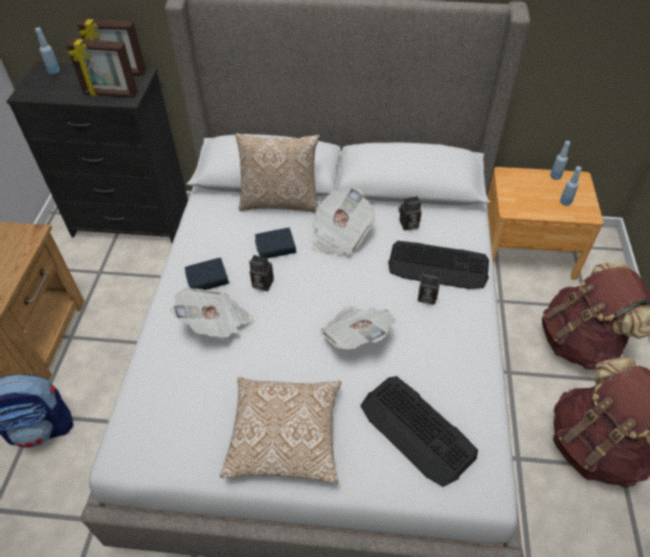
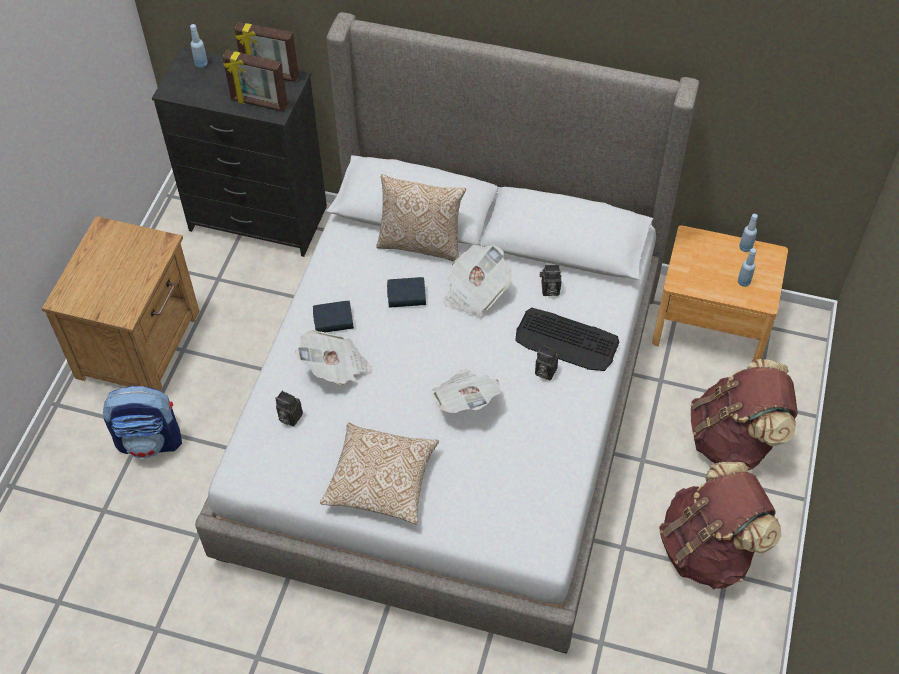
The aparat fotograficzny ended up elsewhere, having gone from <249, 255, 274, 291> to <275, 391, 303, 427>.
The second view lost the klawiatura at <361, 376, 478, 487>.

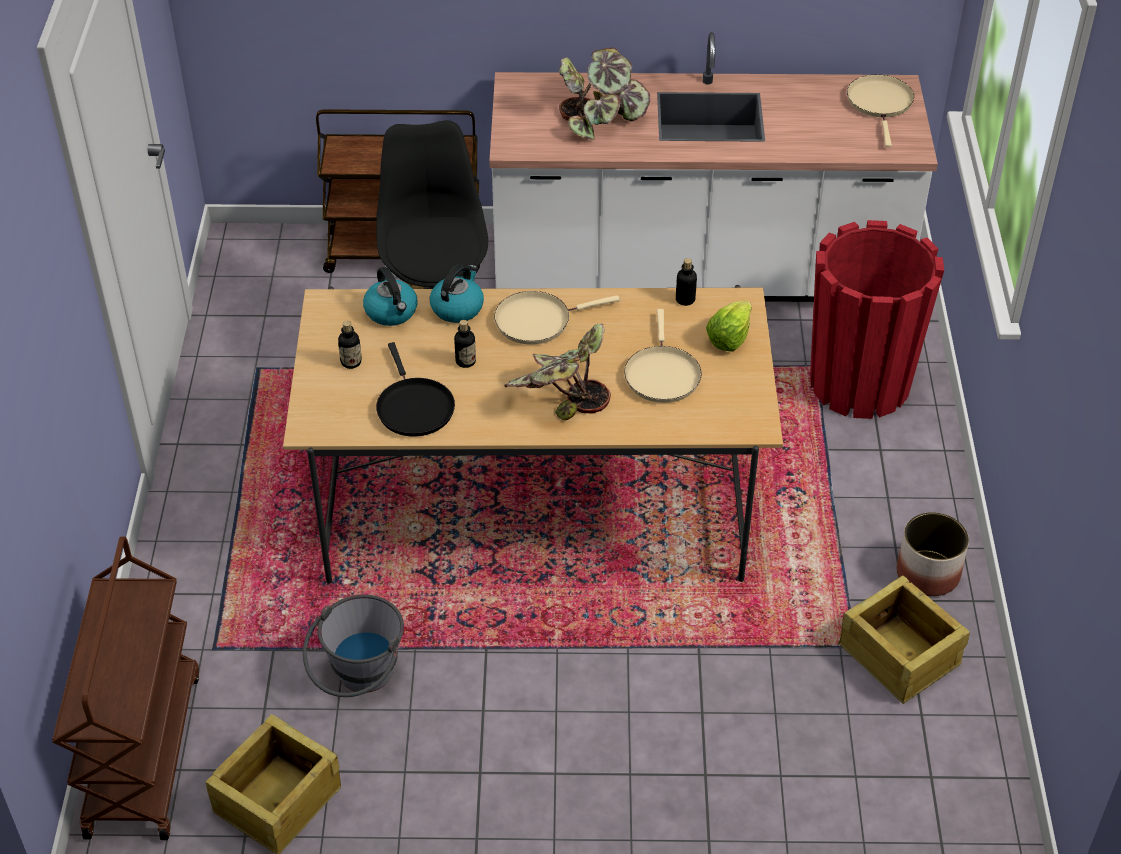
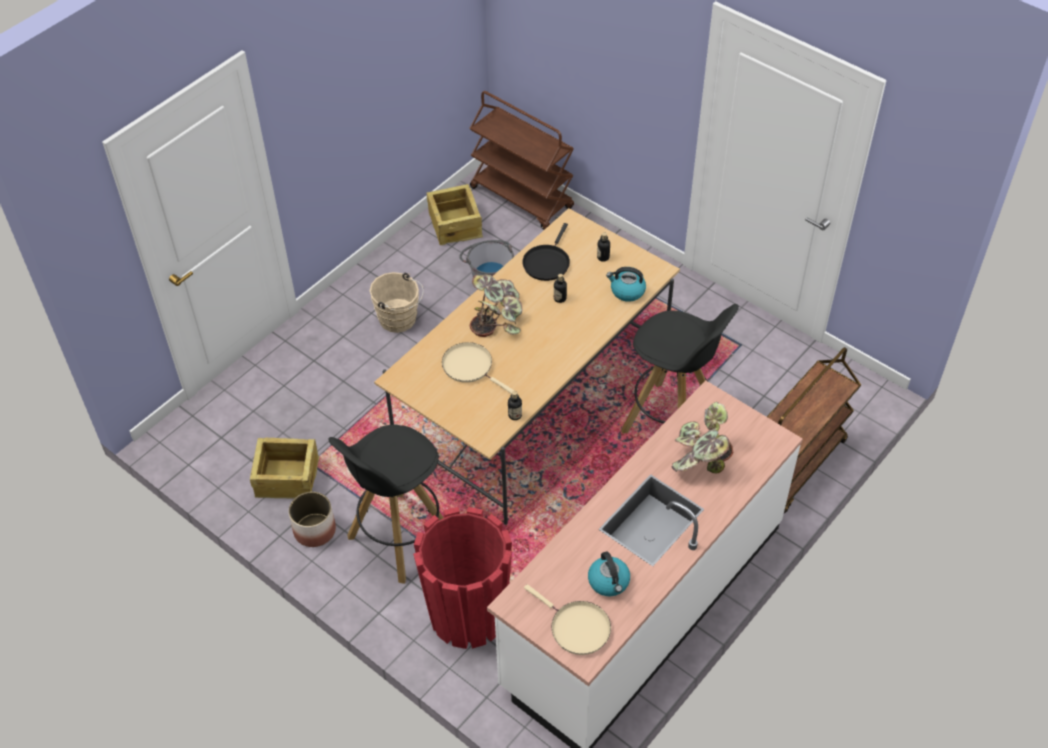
The second view gained the stołek (czarny) at <328, 424, 444, 584>.
The second view gained the wiadro (beżowy) at <370, 272, 424, 333>.
The patelnia (czarny) at <376, 342, 455, 437> ended up facing another way, 90 degrees counterclockwise from before.
The czajnik ended up elsewhere, having gone from <430, 264, 484, 323> to <588, 551, 630, 596>.
The second view lost the patelnia (beżowy) at <494, 291, 620, 345>.
The second view lost the sałata at <706, 300, 752, 352>.

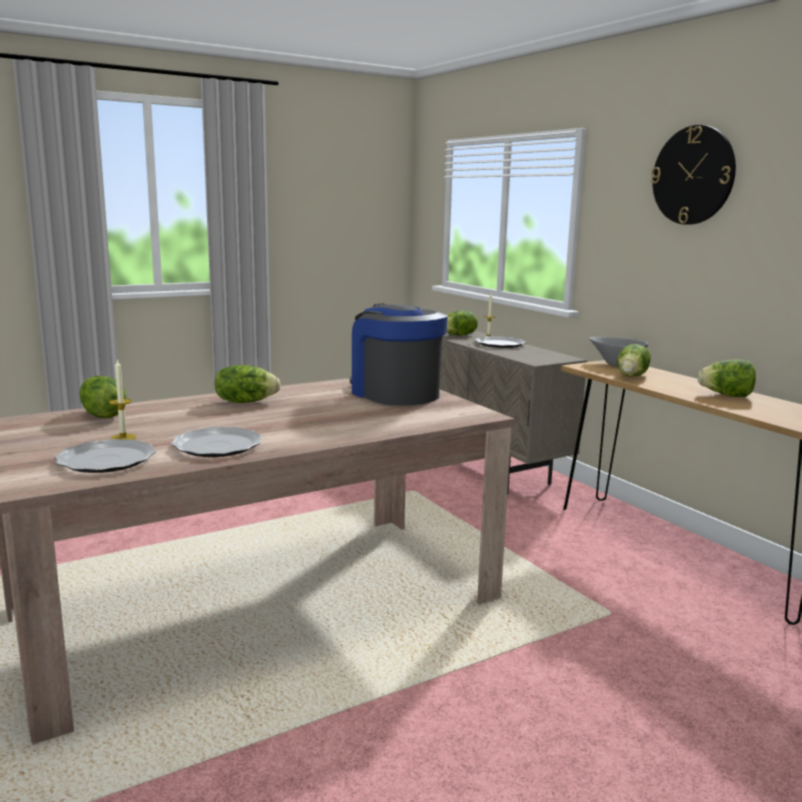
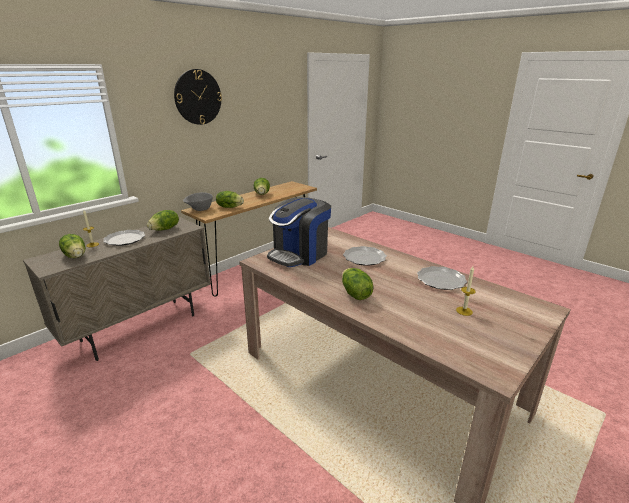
The sałata ended up elsewhere, having gone from <80, 376, 126, 418> to <147, 210, 179, 231>.
The talerz ended up elsewhere, having gone from <55, 439, 156, 473> to <343, 246, 387, 266>.

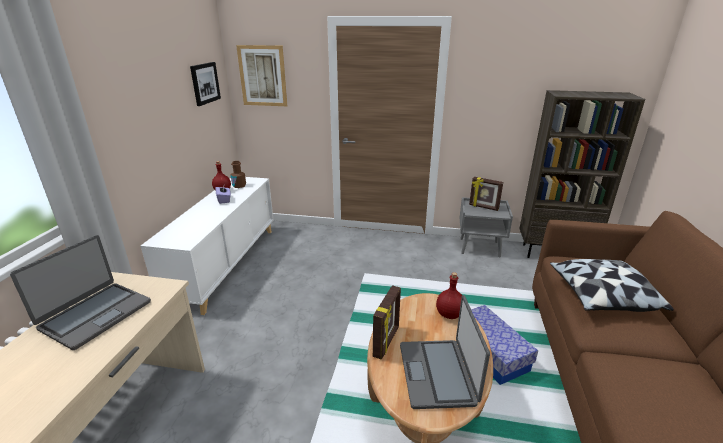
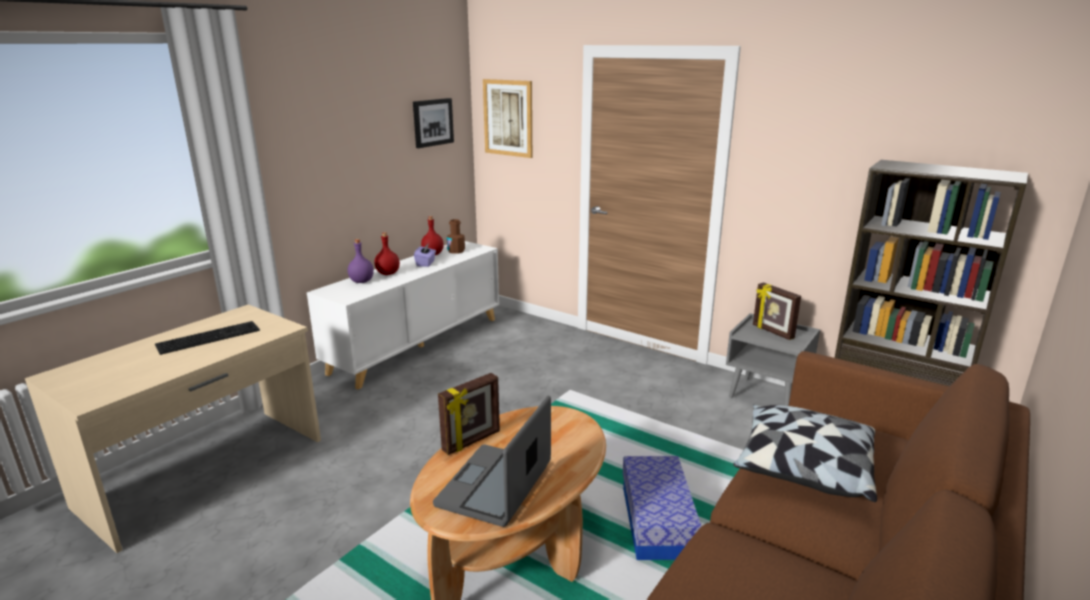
Where the laptop stood at <10, 235, 151, 350>, the klawiatura came to stand at <155, 321, 260, 355>.
The second view gained the butelka (fioletowy) at <348, 239, 374, 283>.
The butelka (czerwony) ended up elsewhere, having gone from <436, 272, 462, 319> to <374, 232, 400, 275>.

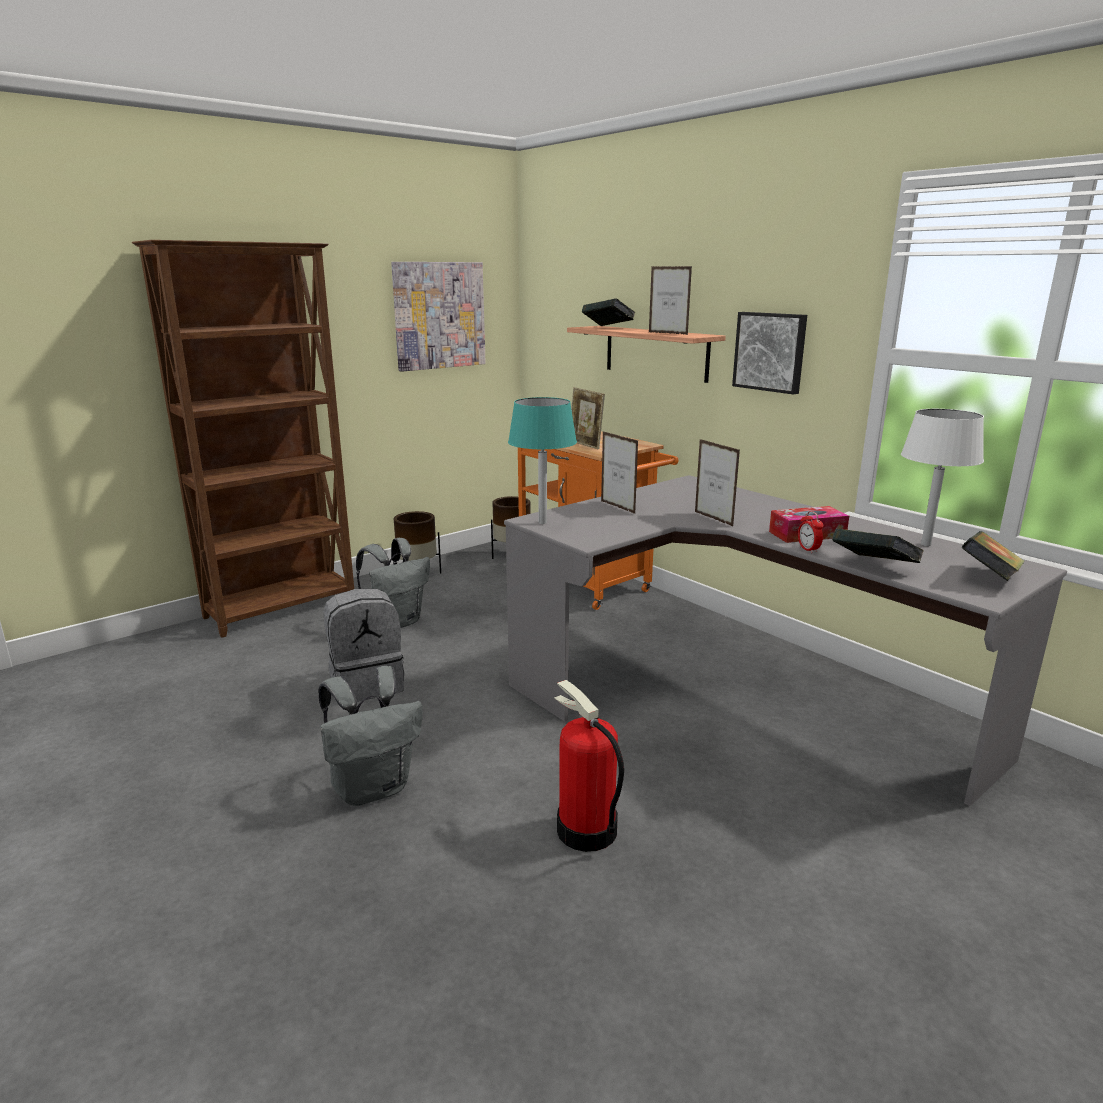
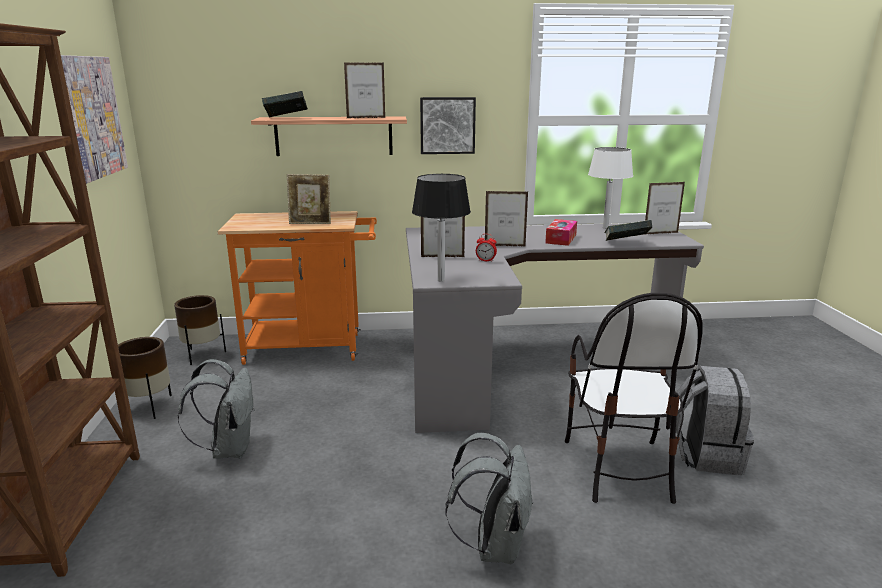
What was the lampa stołowa (turkusowy) at <508, 397, 577, 524> turned into the lampa stołowa (czarny) at <412, 174, 471, 282>.
The budzik ended up elsewhere, having gone from <798, 511, 823, 553> to <476, 234, 497, 262>.
Where the gaśnica stood at <554, 680, 624, 852>, the krzesło came to stand at <565, 293, 703, 504>.
Where the książka stood at <962, 531, 1025, 581>, the ramka na zdjęcie came to stand at <644, 182, 685, 235>.
The plecak (szary) ended up elsewhere, having gone from <324, 589, 404, 702> to <676, 366, 754, 475>.

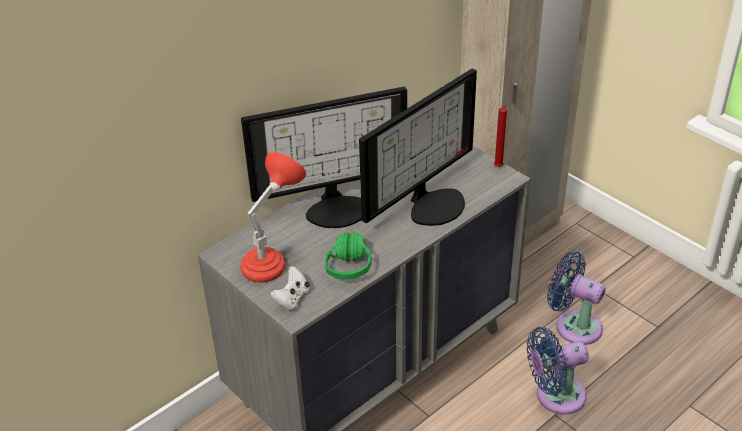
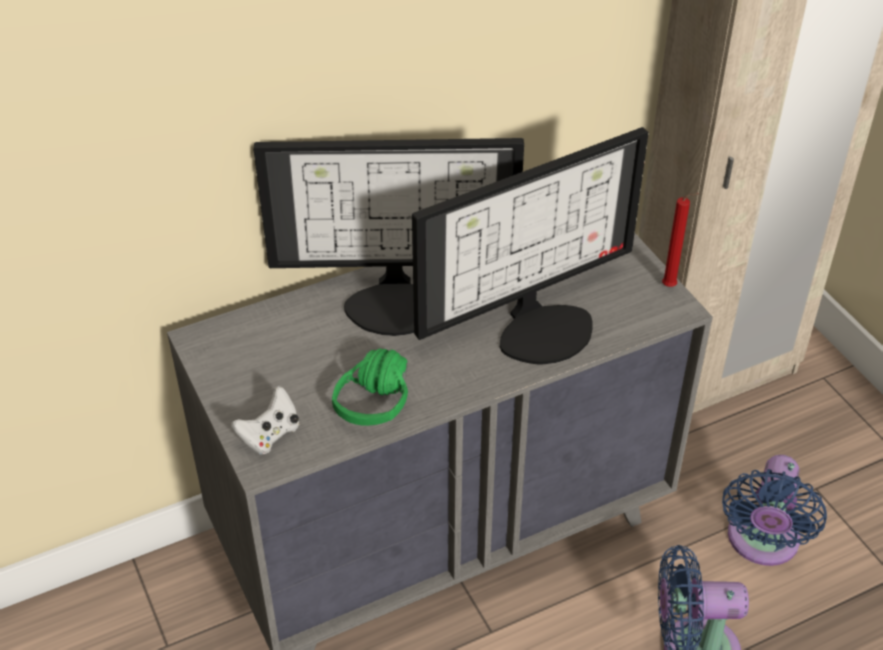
The wentylator (niebieski) at <547, 251, 606, 345> ended up facing another way, 120 degrees counterclockwise from before.
The second view lost the lampa stołowa (czerwony) at <240, 152, 306, 283>.

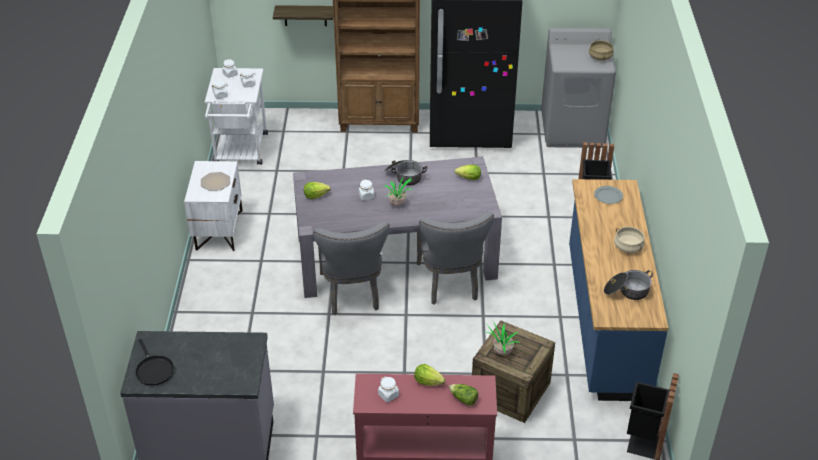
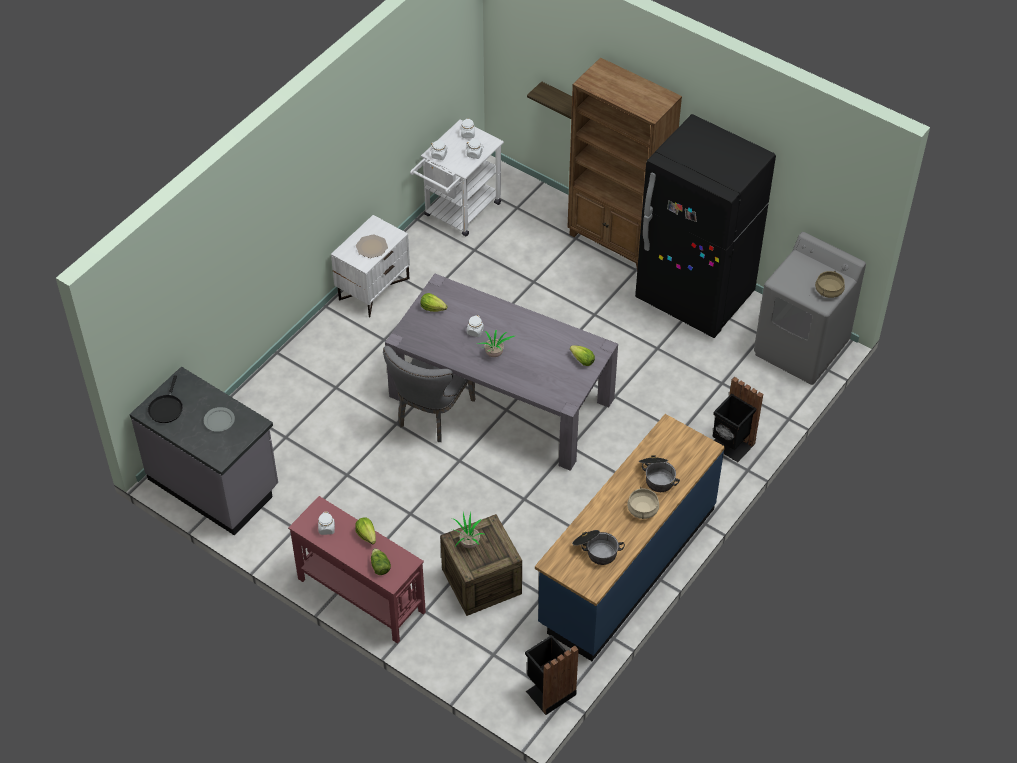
The talerz (szary) ended up elsewhere, having gone from <594, 186, 623, 204> to <204, 407, 235, 432>.
The garnek ended up elsewhere, having gone from <384, 160, 427, 186> to <639, 455, 680, 492>.
The second view lost the krzesło (szary) at <417, 212, 494, 305>.

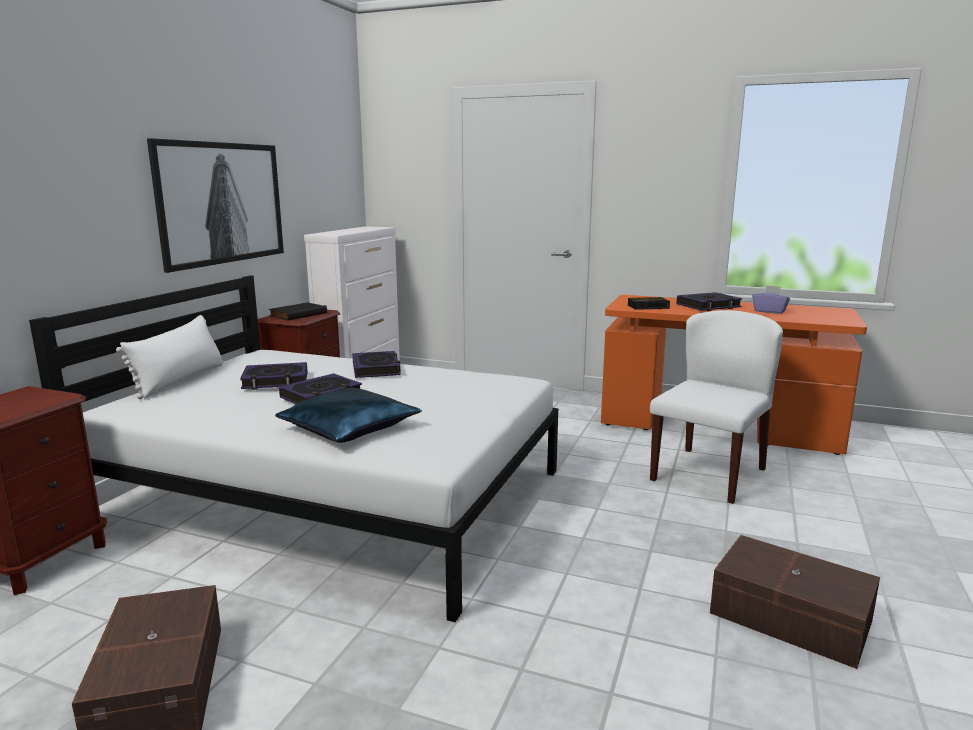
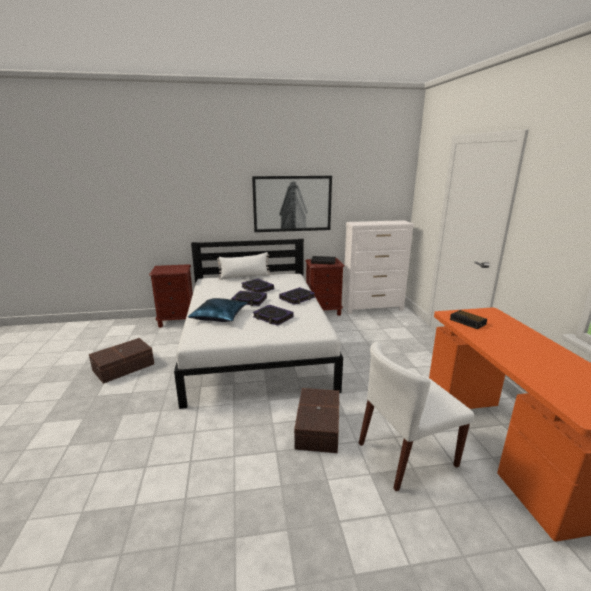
The książka ended up elsewhere, having gone from <677, 292, 742, 311> to <253, 304, 294, 326>.
The pojemnik do przechowywania (brązowy) ended up elsewhere, having gone from <710, 535, 880, 669> to <294, 388, 339, 453>.
The krzesło (biały) at <650, 310, 783, 504> ended up facing another way, 150 degrees clockwise from before.
The second view lost the pudełko chusteczek (fioletowy) at <752, 285, 790, 314>.

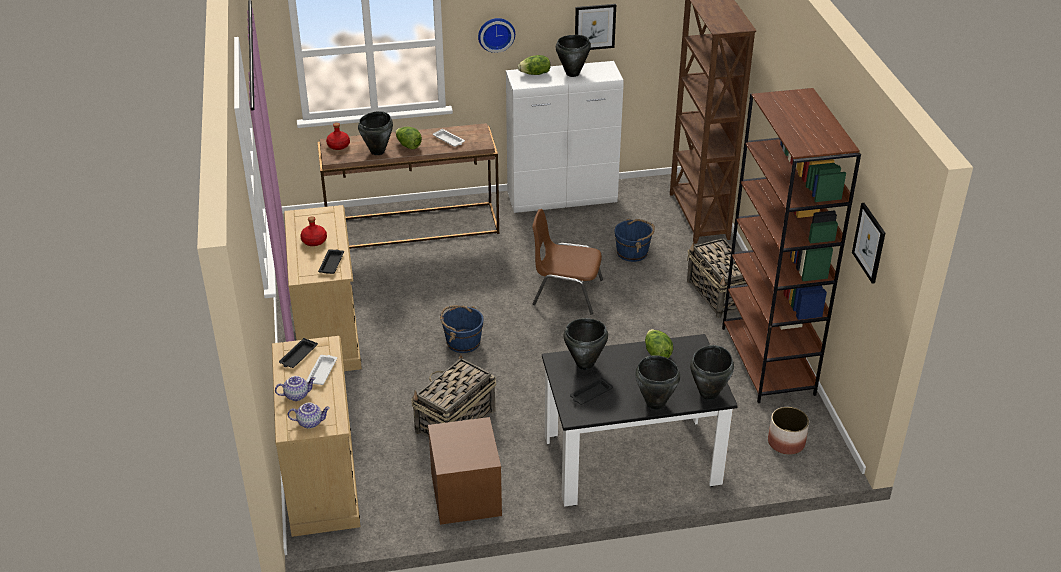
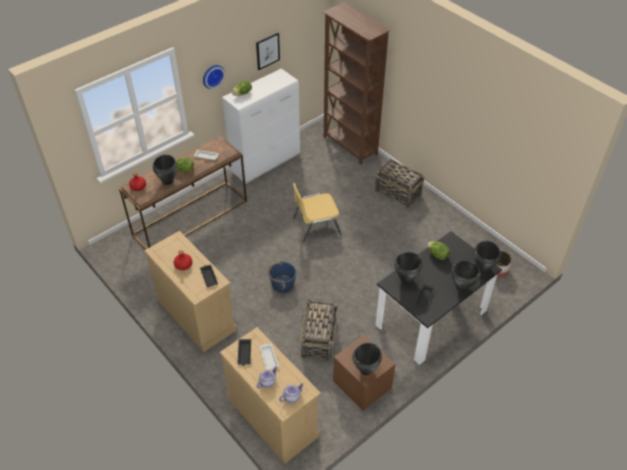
What was the krzesło (brązowy) at <532, 209, 603, 315> turned into the krzesło (żółty) at <293, 183, 341, 242>.
The garnek (czarny) ended up elsewhere, having gone from <556, 35, 591, 77> to <352, 343, 382, 375>.
The second view lost the wiadro (niebieski) at <615, 219, 655, 262>.
The second view lost the regał (brązowy) at <722, 88, 861, 403>.
The second view lost the obraz at <852, 203, 885, 284>.

